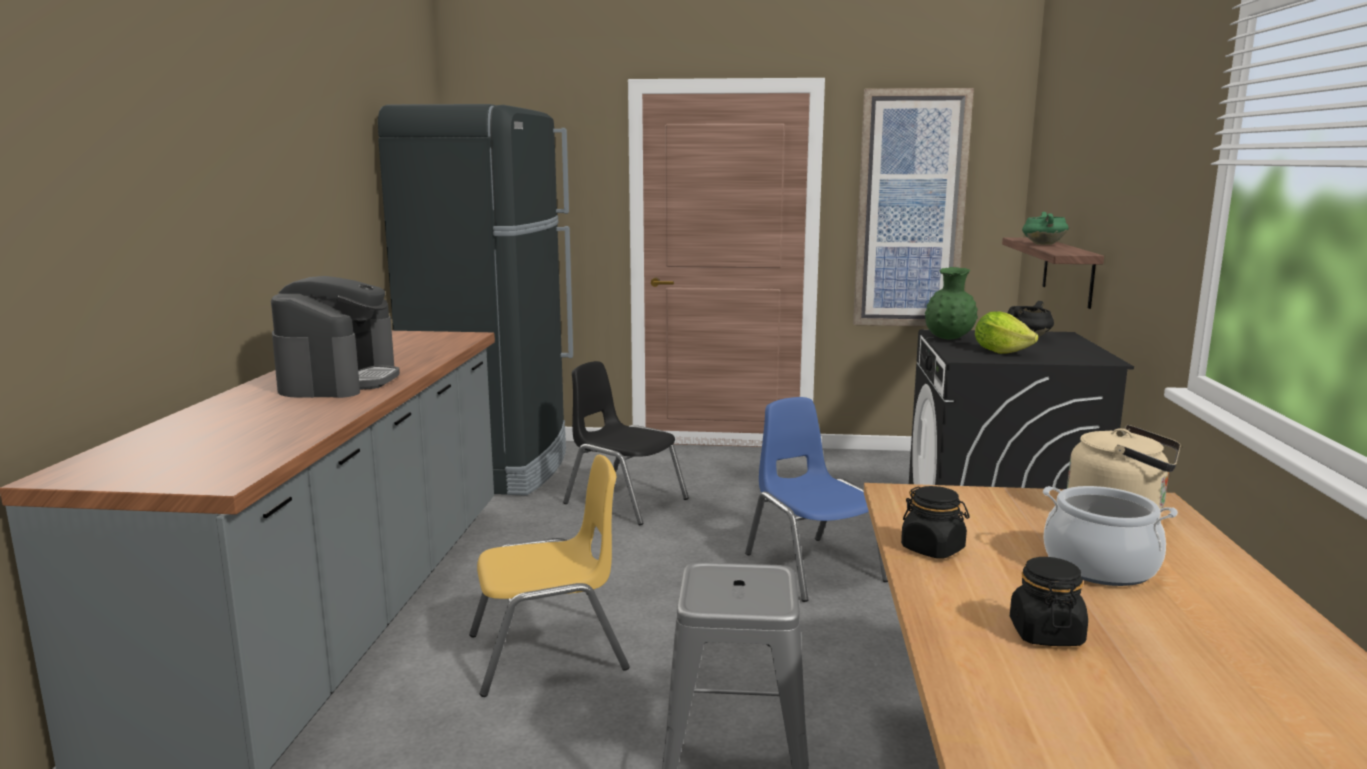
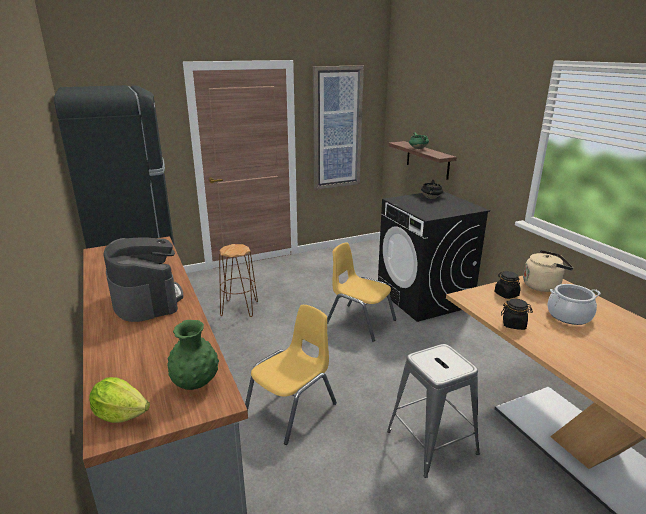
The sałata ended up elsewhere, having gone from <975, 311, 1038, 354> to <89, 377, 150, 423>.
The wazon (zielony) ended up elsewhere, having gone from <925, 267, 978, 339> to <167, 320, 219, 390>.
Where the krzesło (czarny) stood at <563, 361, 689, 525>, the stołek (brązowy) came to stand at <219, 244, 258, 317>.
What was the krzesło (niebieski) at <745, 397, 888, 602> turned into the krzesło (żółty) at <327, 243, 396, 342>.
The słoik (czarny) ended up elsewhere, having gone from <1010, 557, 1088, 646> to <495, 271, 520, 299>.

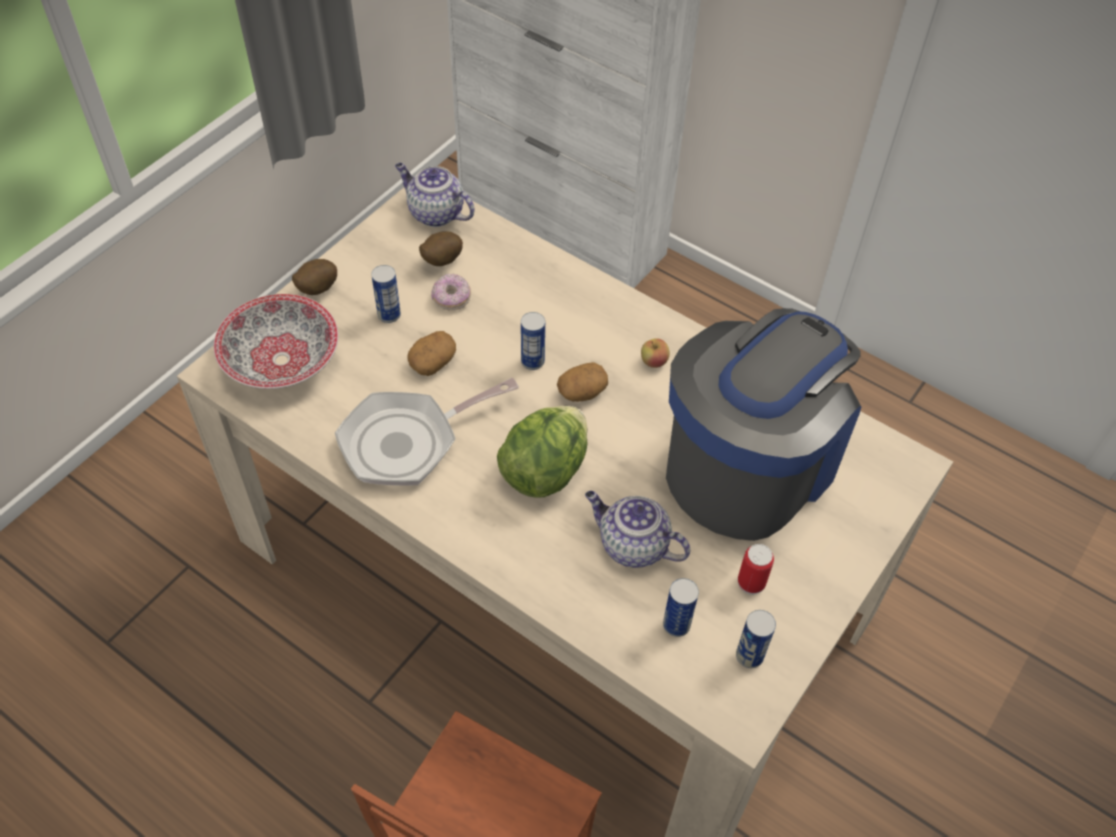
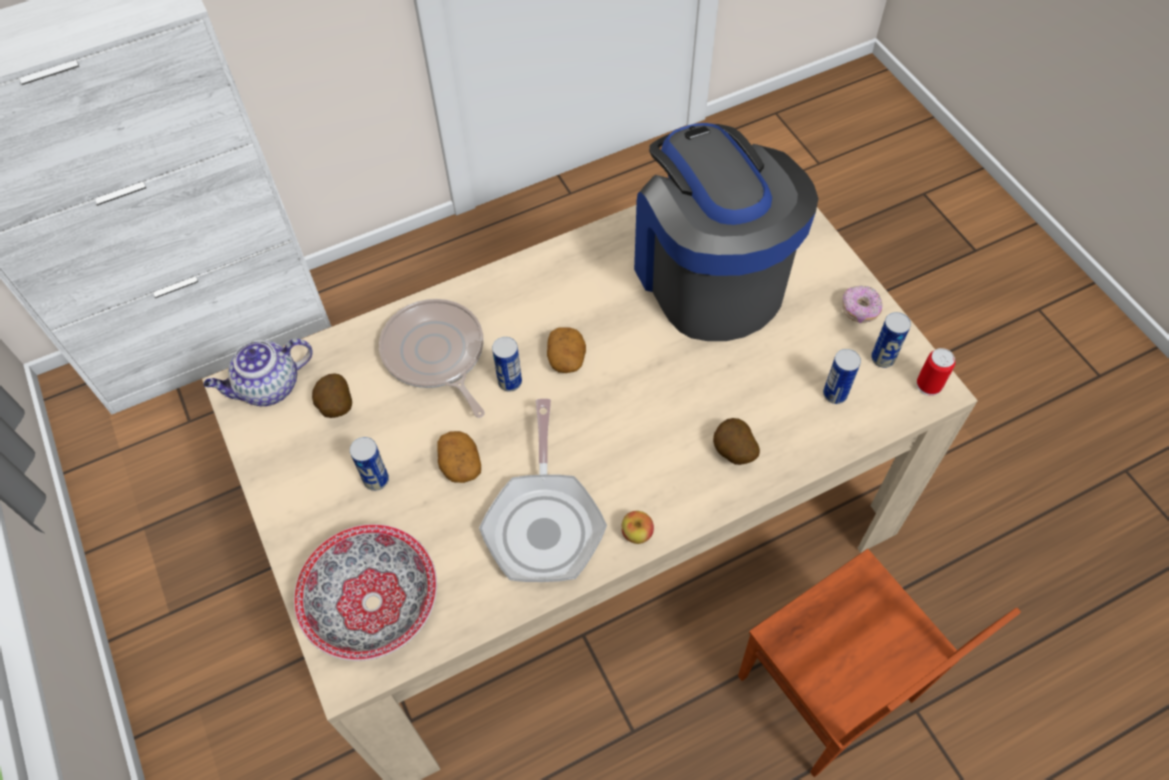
The second view gained the patelnia at <379, 299, 485, 418>.
The jabłko ended up elsewhere, having gone from <641, 338, 670, 368> to <621, 511, 654, 544>.
The ziemniak ended up elsewhere, having gone from <292, 259, 337, 295> to <713, 418, 760, 465>.
The donut ended up elsewhere, having gone from <431, 274, 471, 310> to <842, 286, 882, 323>.
The puszka ended up elsewhere, having gone from <738, 544, 774, 595> to <917, 348, 955, 396>.
The second view lost the sałata at <497, 406, 588, 497>.
The second view lost the imbryk at <585, 491, 690, 568>.

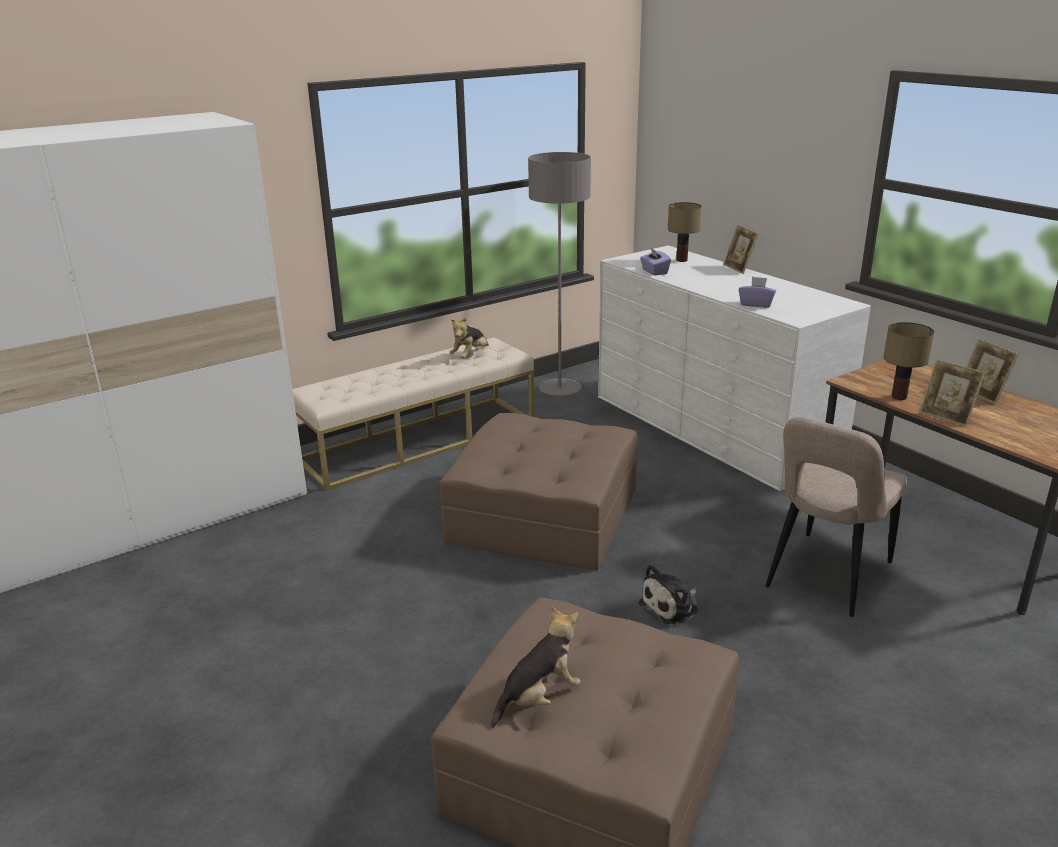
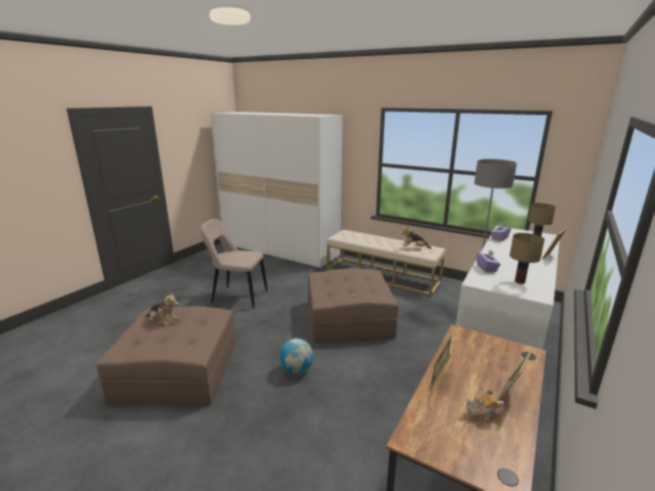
The krzesło (beżowy) ended up elsewhere, having gone from <765, 417, 907, 617> to <200, 219, 268, 308>.
Where the pluszak stood at <638, 564, 699, 625>, the globus came to stand at <279, 338, 314, 374>.
The second view gained the imbryk at <465, 389, 504, 423>.
The lampa stołowa ended up elsewhere, having gone from <883, 322, 934, 400> to <510, 233, 545, 284>.

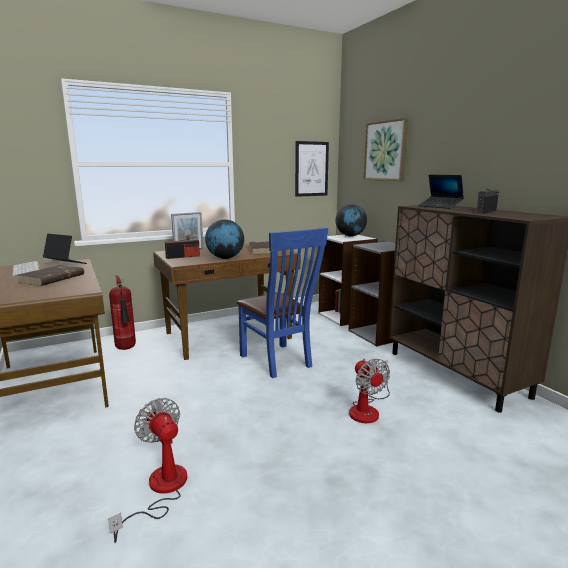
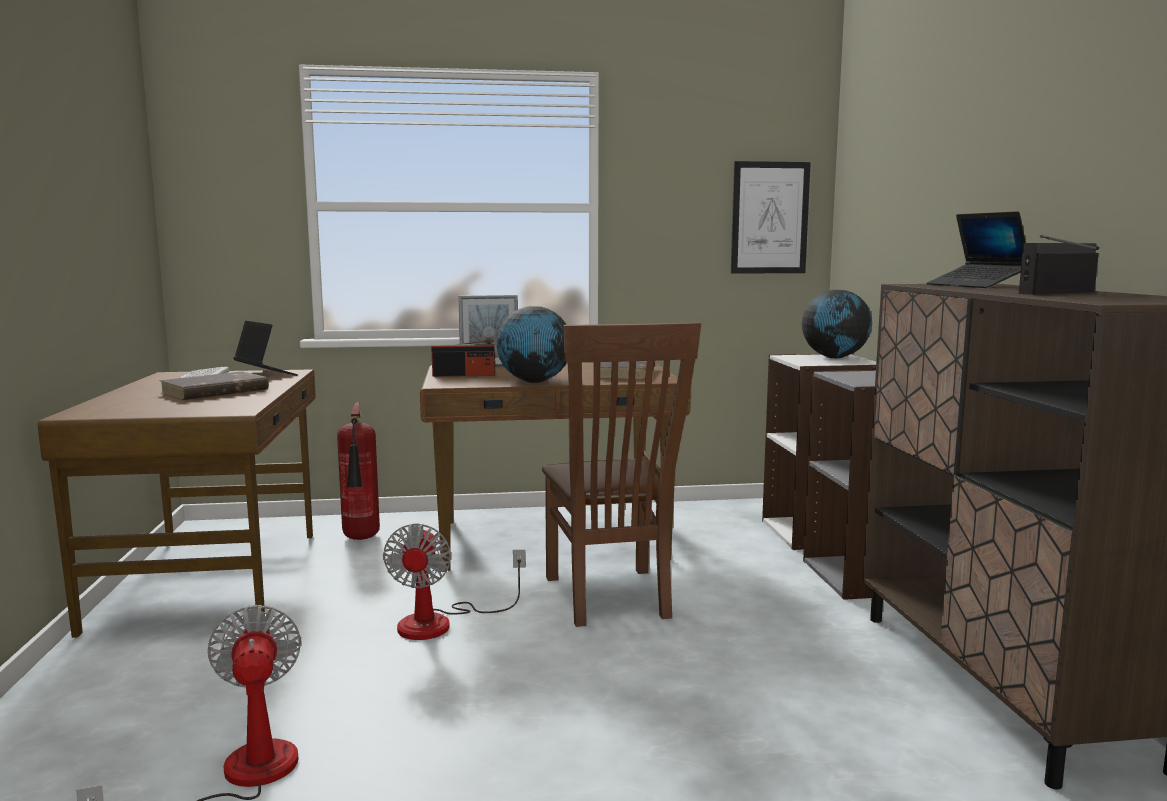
The wentylator ended up elsewhere, having gone from <349, 359, 390, 423> to <383, 523, 526, 640>.
What was the krzesło (niebieski) at <236, 228, 328, 378> turned into the krzesło (brązowy) at <542, 322, 701, 627>.
The second view lost the obraz at <363, 118, 408, 181>.

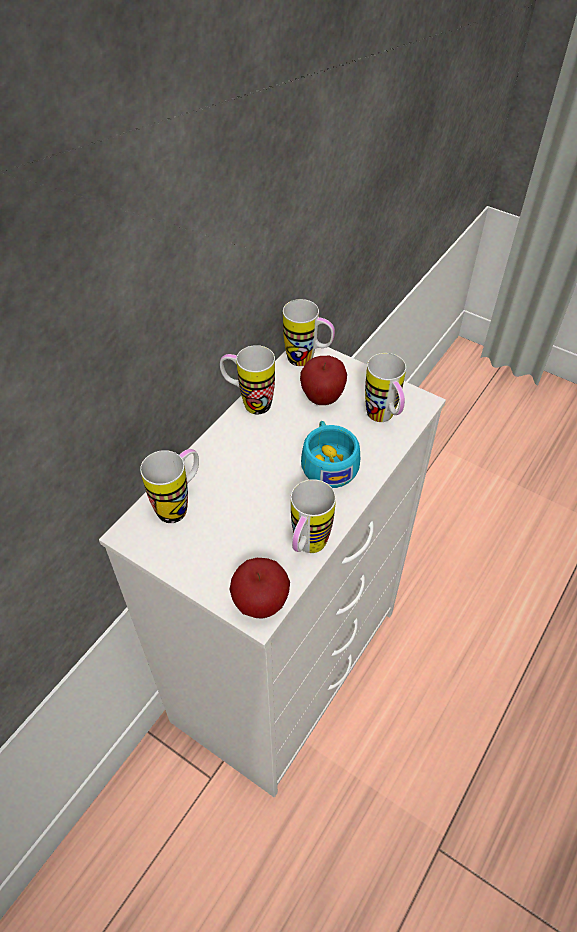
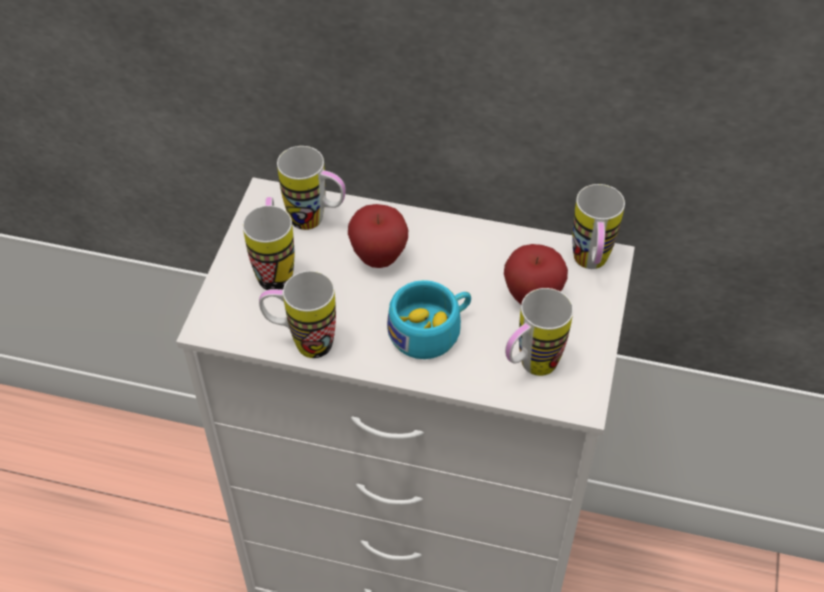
The kubek ended up elsewhere, having gone from <220, 345, 275, 415> to <243, 197, 294, 290>.
The jabłko ended up elsewhere, having gone from <229, 558, 290, 619> to <348, 204, 408, 268>.

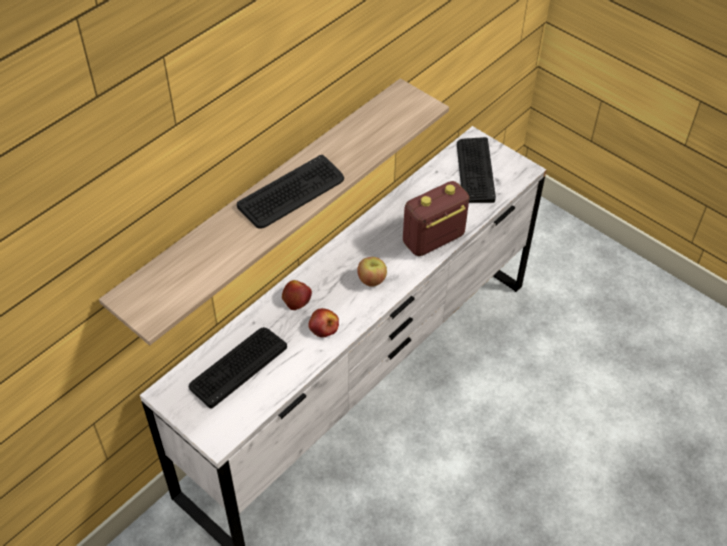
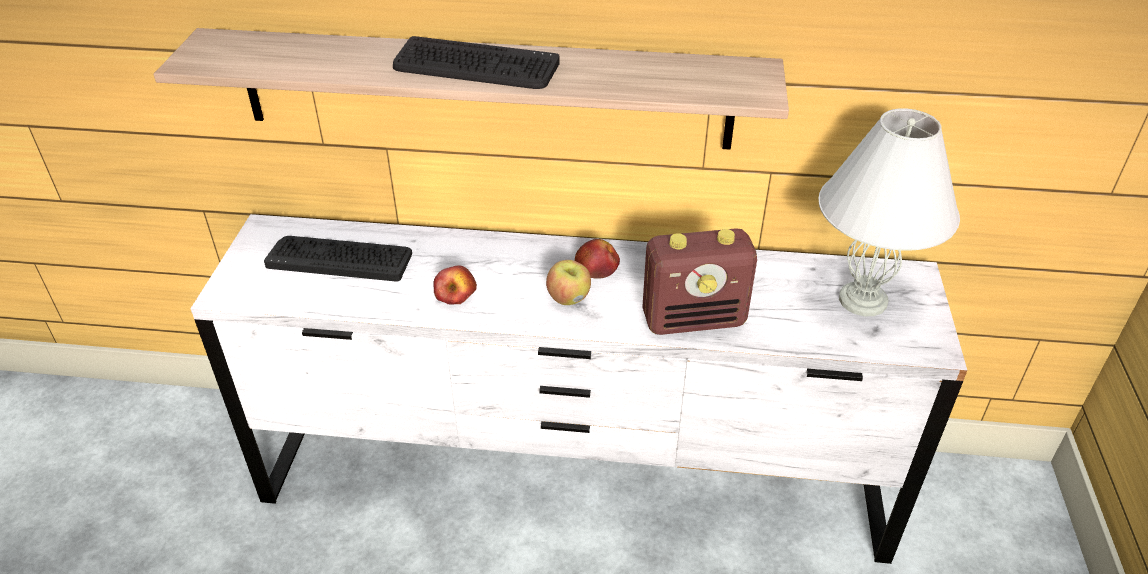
The jabłko ended up elsewhere, having gone from <282, 280, 312, 310> to <575, 239, 620, 279>.
The radio at <403, 181, 469, 256> ended up facing another way, 150 degrees clockwise from before.
Where the klawiatura stood at <457, 137, 496, 203>, the lampa stołowa (biały) came to stand at <819, 109, 960, 316>.

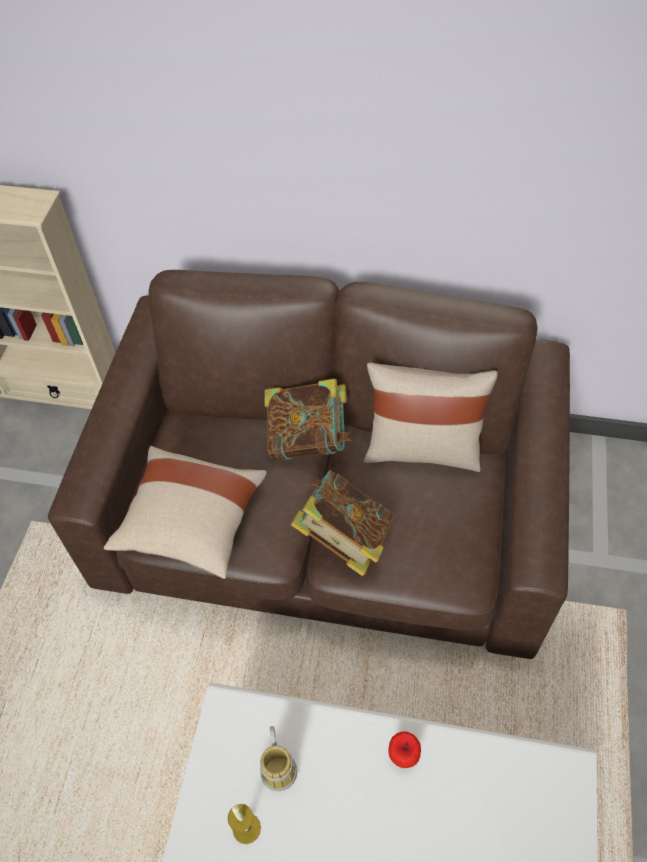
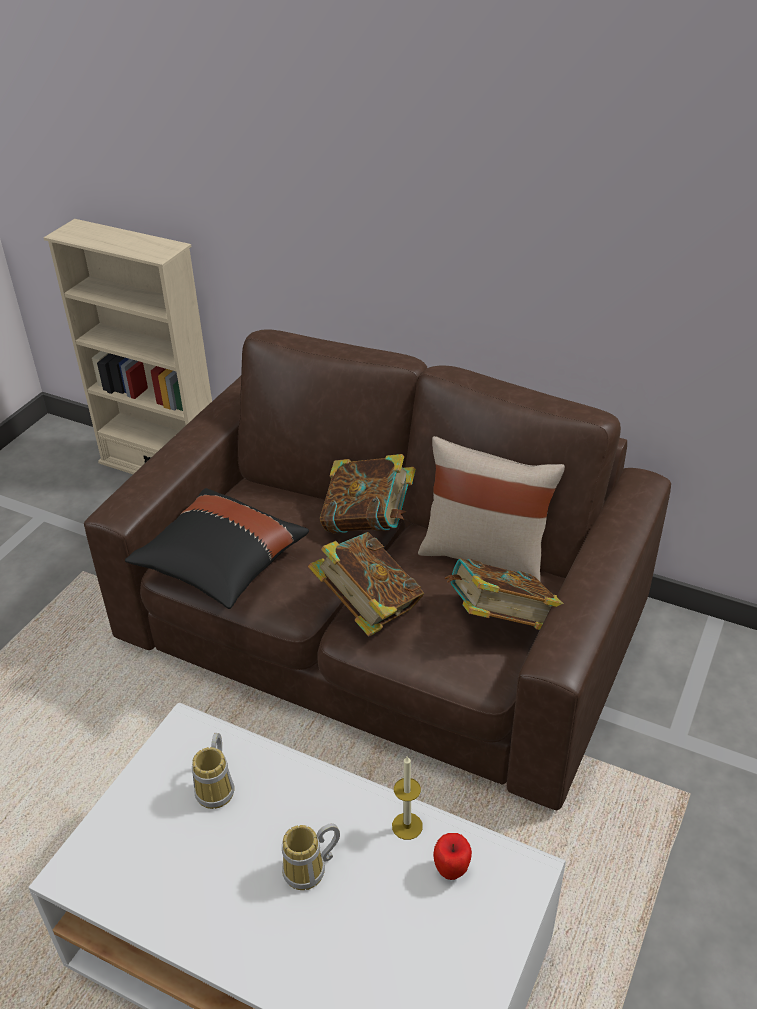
What was the poduszka (beżowy) at <104, 446, 267, 579> turned into the poduszka (czarny) at <125, 488, 309, 609>.
The second view gained the kubek at <282, 823, 340, 890>.
The świeca ended up elsewhere, having gone from <228, 804, 261, 844> to <392, 756, 423, 840>.
The jabłko ended up elsewhere, having gone from <388, 731, 421, 768> to <434, 833, 472, 880>.
The second view gained the książka at <444, 559, 563, 630>.

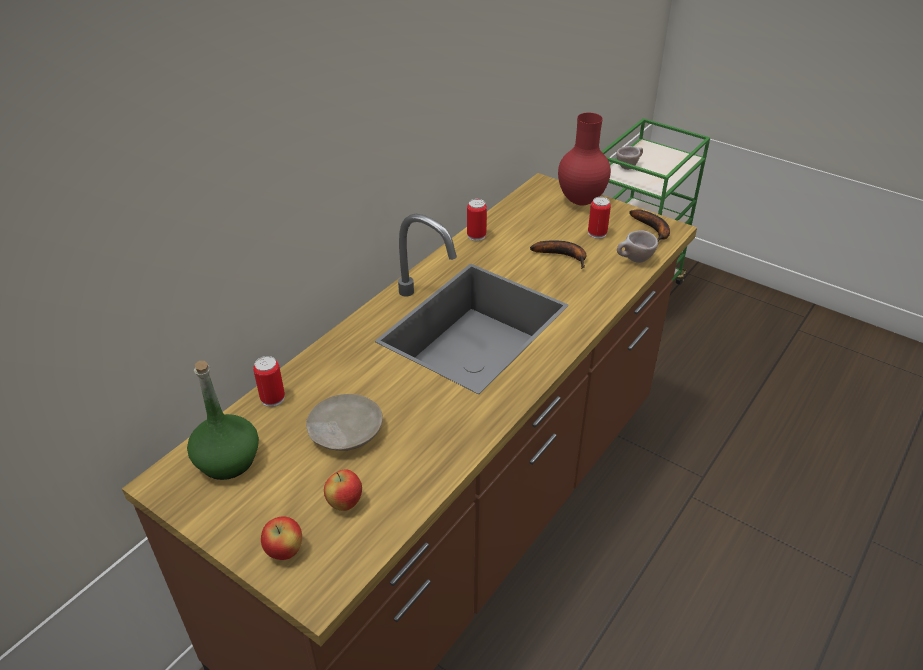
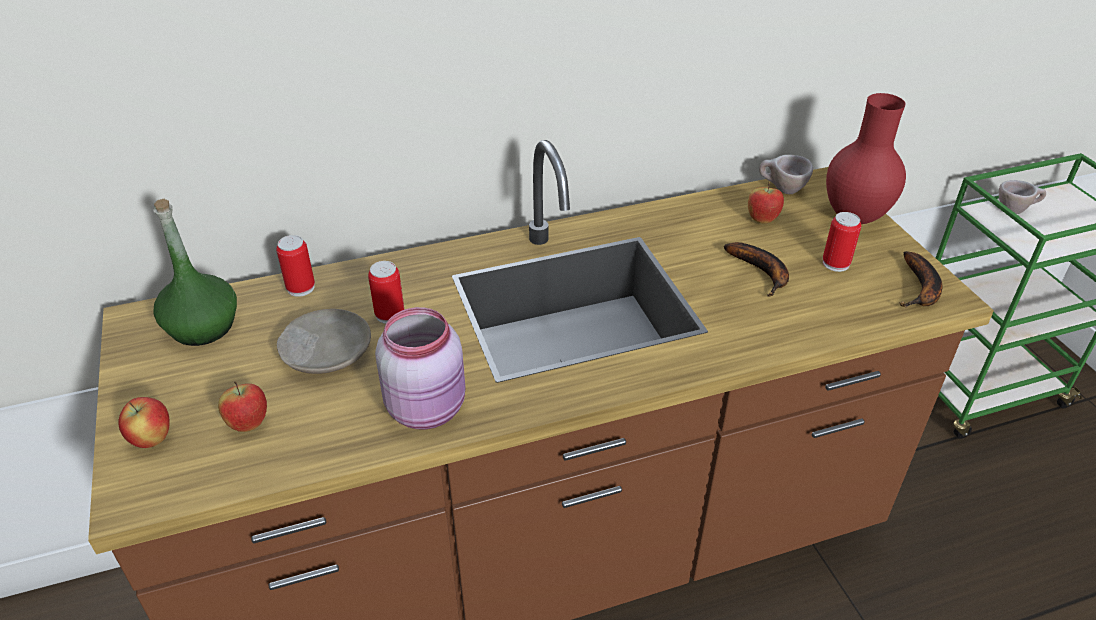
The puszka ended up elsewhere, having gone from <467, 199, 487, 241> to <368, 261, 404, 324>.
The second view gained the słoik (różowy) at <375, 307, 466, 429>.
The second view gained the jabłko at <748, 182, 784, 224>.
The filiżanka (beżowy) ended up elsewhere, having gone from <617, 230, 658, 263> to <759, 155, 813, 194>.

